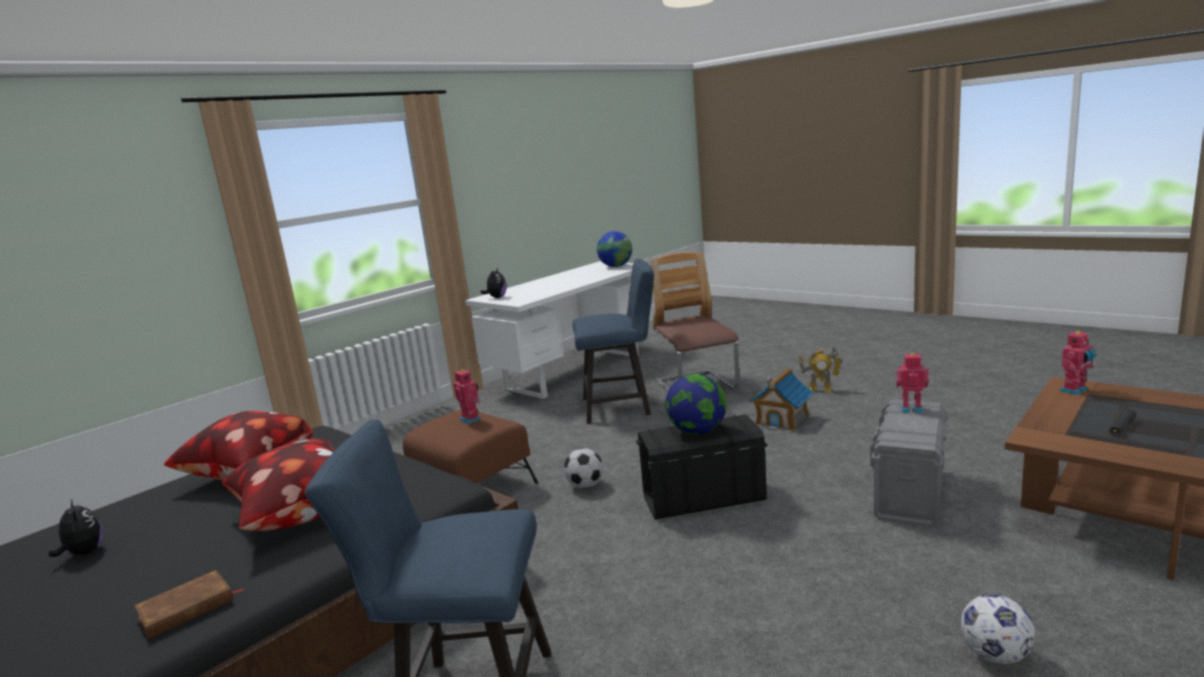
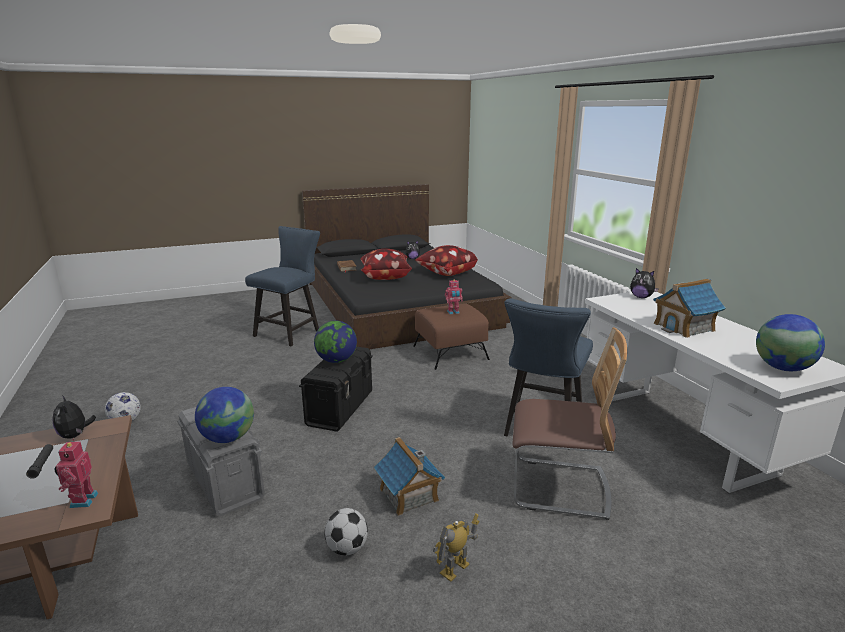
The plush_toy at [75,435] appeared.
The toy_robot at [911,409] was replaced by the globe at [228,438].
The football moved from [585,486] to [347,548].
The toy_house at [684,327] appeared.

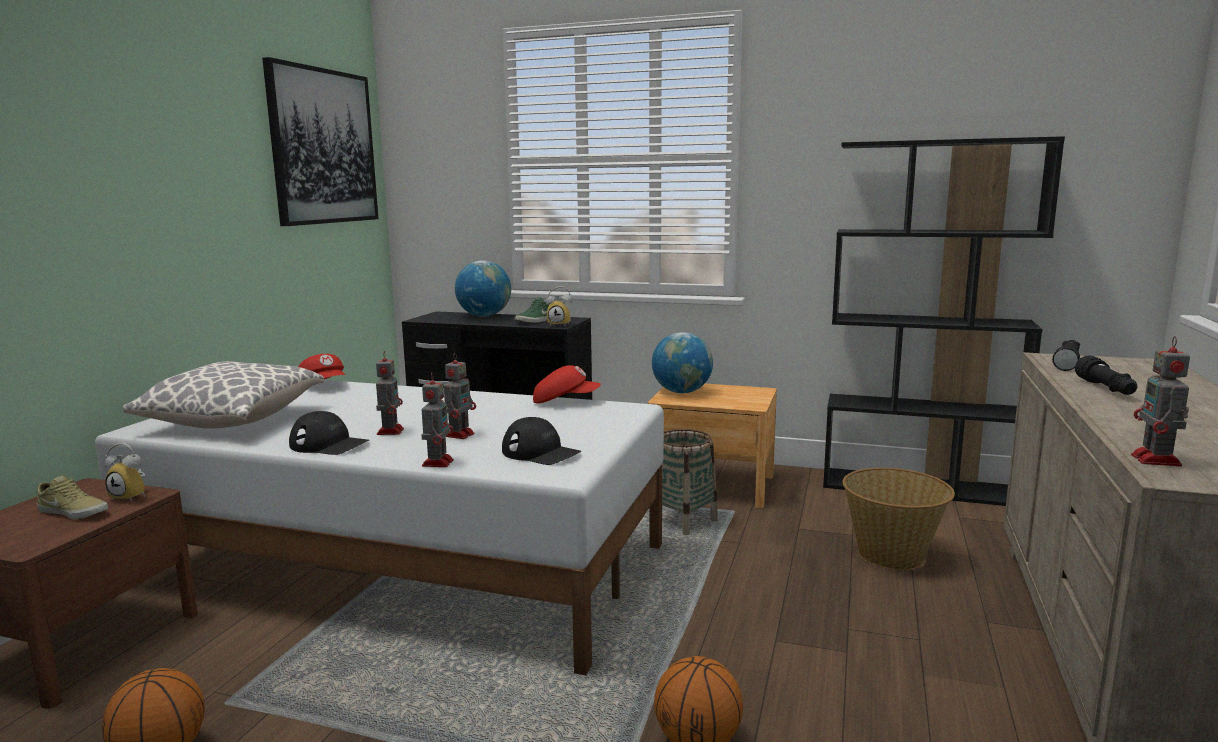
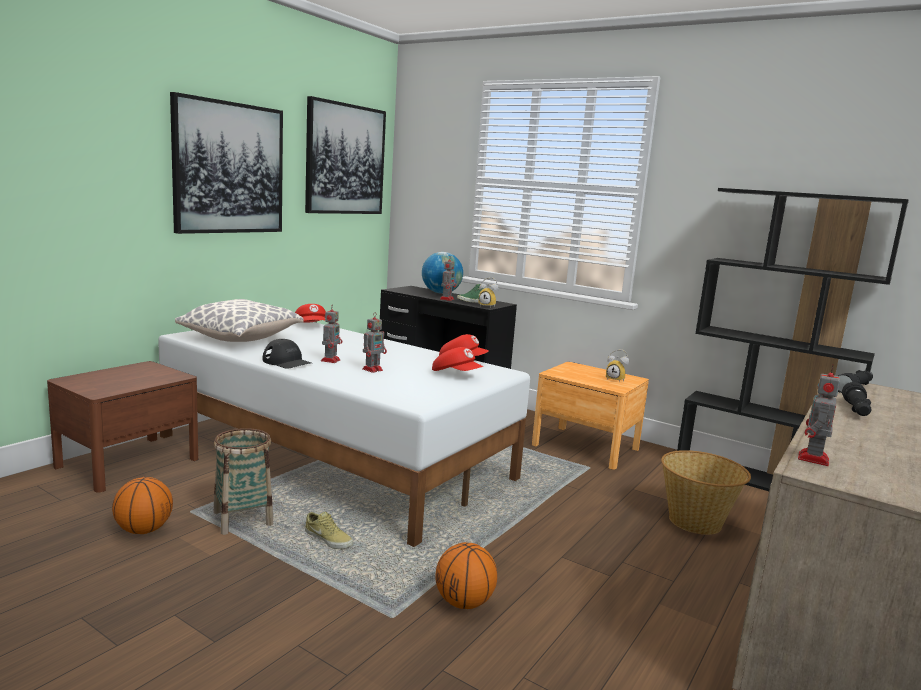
The picture at [229,168] appeared.
The basket moved from [683,521] to [242,519].
The beige_shoe moved from [75,511] to [329,539].
The red_cap at [456,374] appeared.
The toy_robot moved from [438,462] to [447,299].
The alarm_clock moved from [133,496] to [616,380].
The black_cap at [541,453] disappeared.
The globe at [682,392] disappeared.

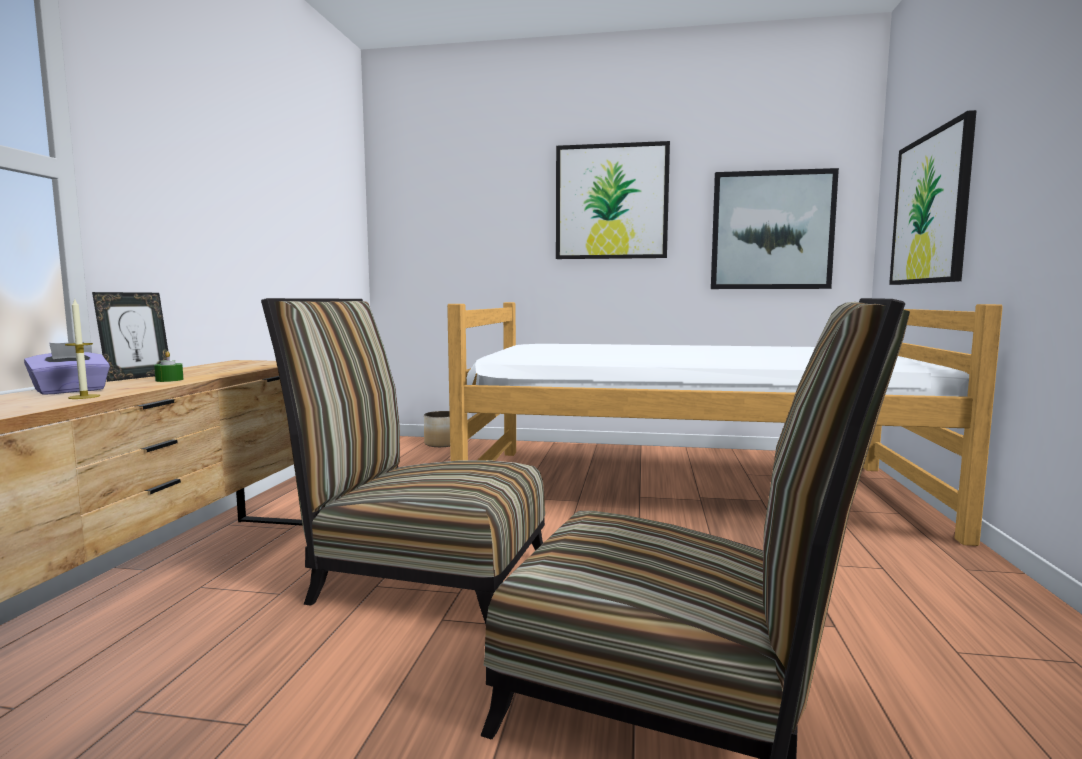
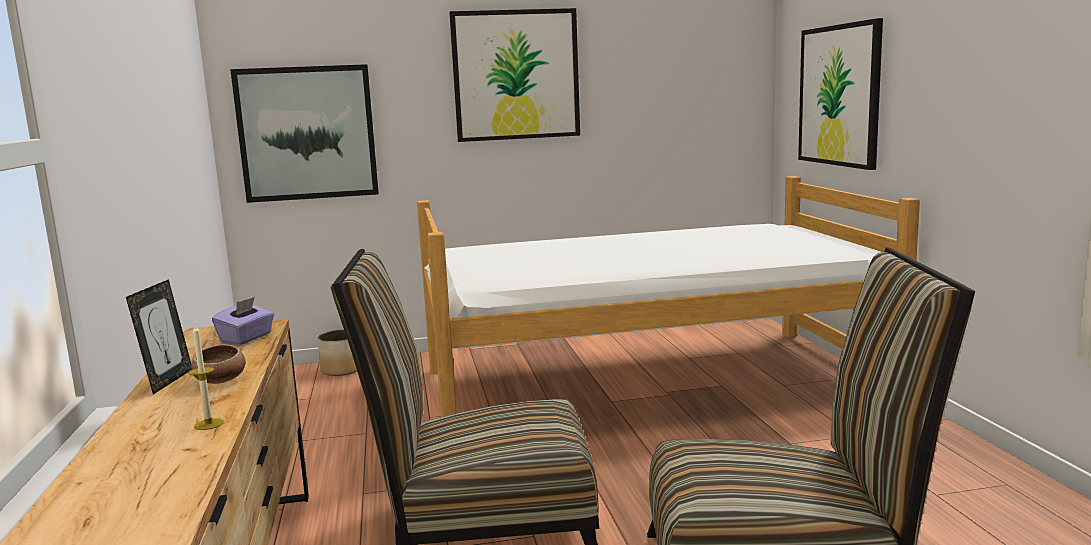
The green_candle at [169,380] was replaced by the bowl at [221,380].
The purple_tissue_box moved from [71,391] to [246,338].
The picture moved from [772,230] to [307,133].

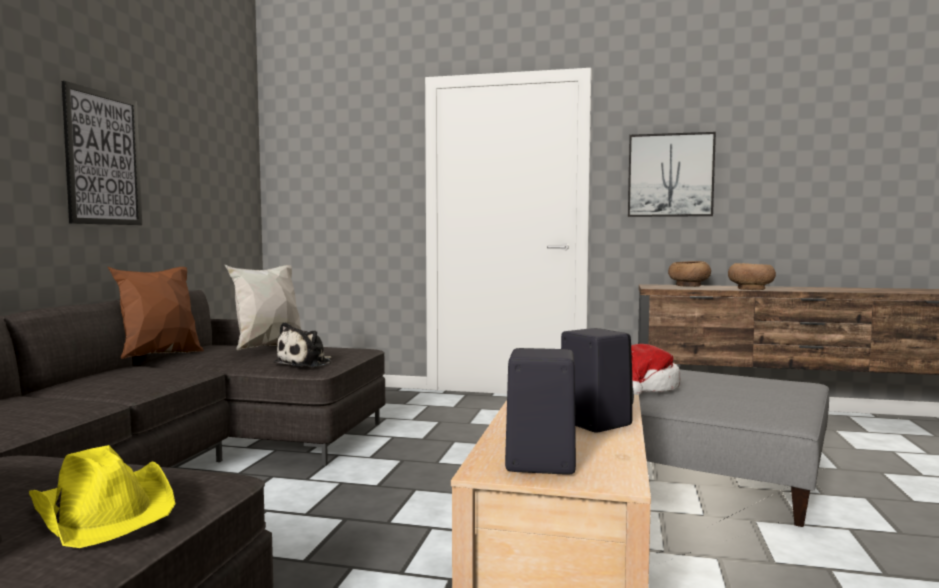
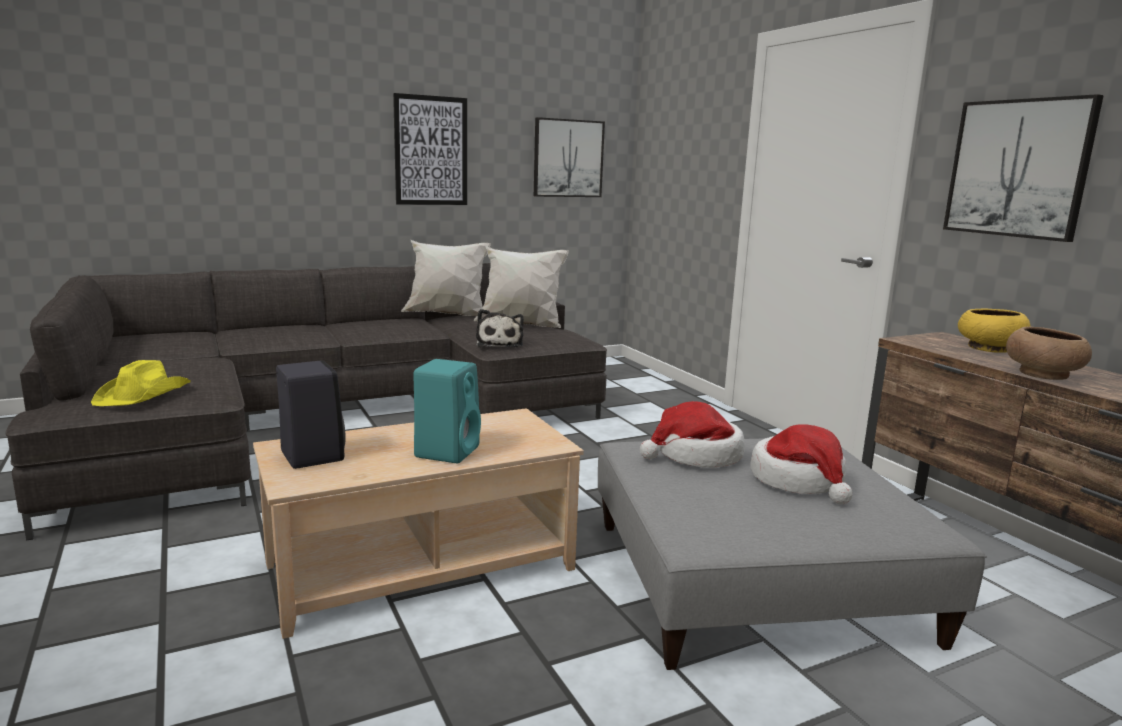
The brown_pillow at [160,357] became the white_pillow at [447,315].
The black_speaker at [592,422] became the turquoise_speaker at [447,451].
The plush_toy at [306,363] turned 90 degrees counterclockwise.
The picture at [568,158] appeared.
The hat at [799,481] appeared.
The brown_bowl at [688,286] became the yellow_bowl at [988,348].

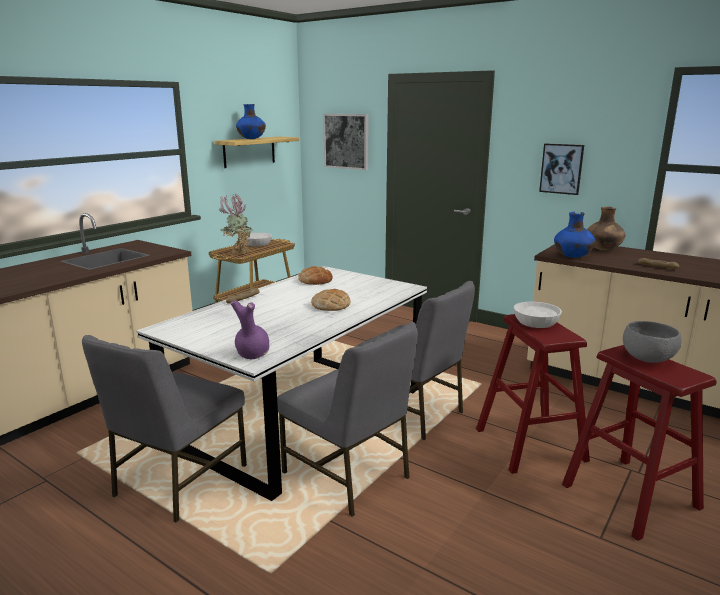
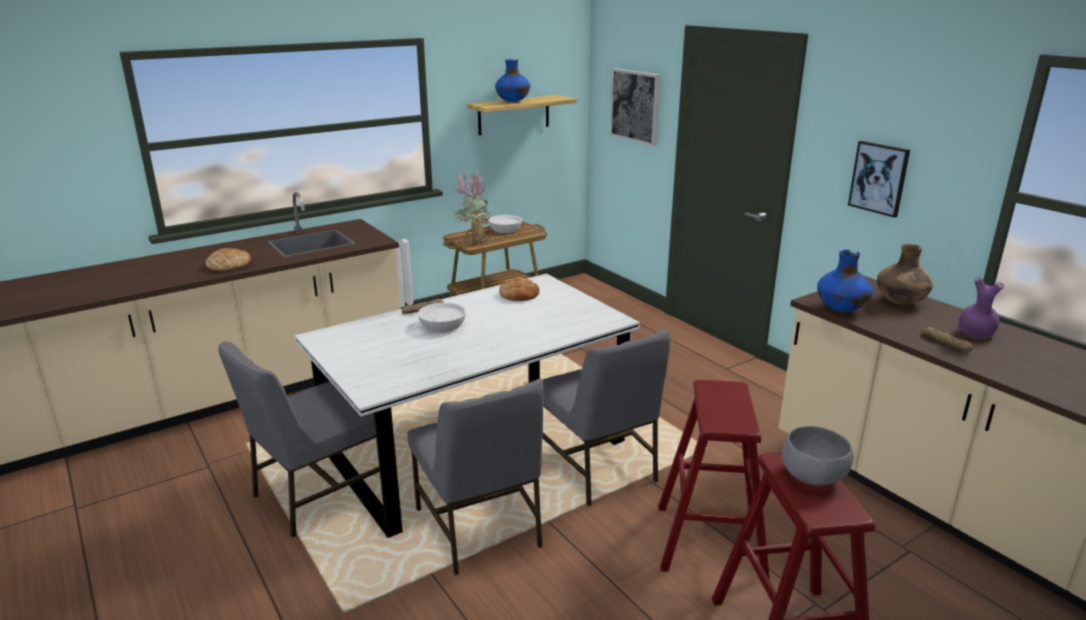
The bread moved from [331,305] to [228,265].
The white_bowl moved from [536,323] to [442,326].
The purple_vase moved from [251,355] to [974,334].

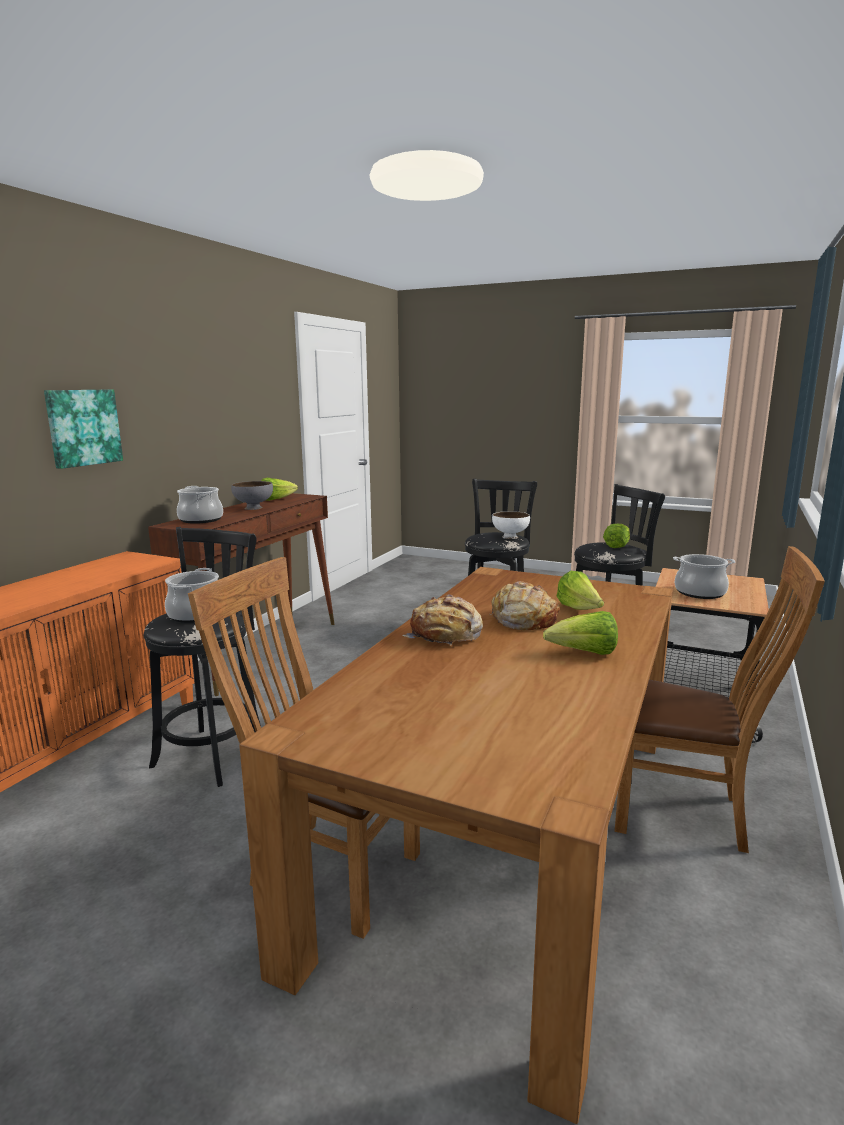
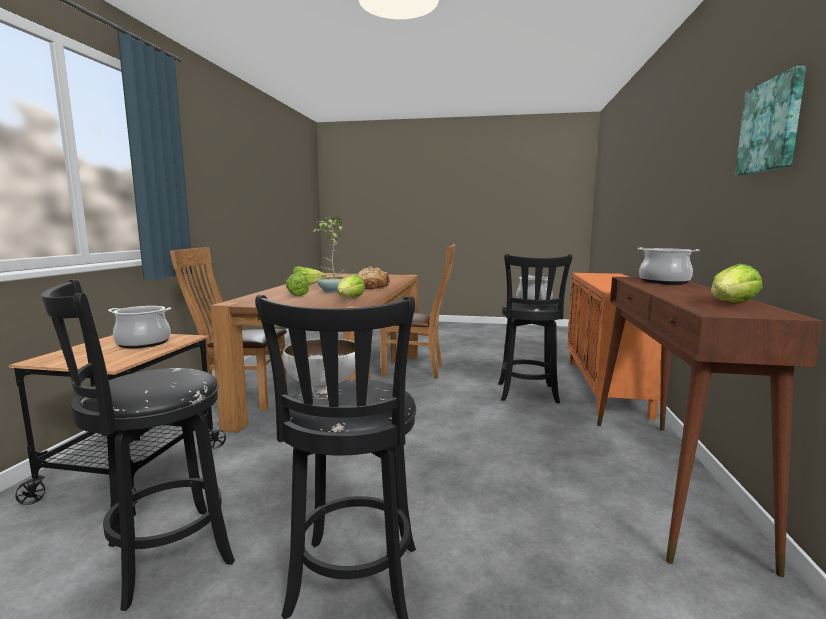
The bread at [522,619] was replaced by the potted_plant at [332,291].
The lettuce moved from [617,546] to [350,299].
The picture moved from [83,427] to [772,126].
The grey_bowl at [254,508] disappeared.

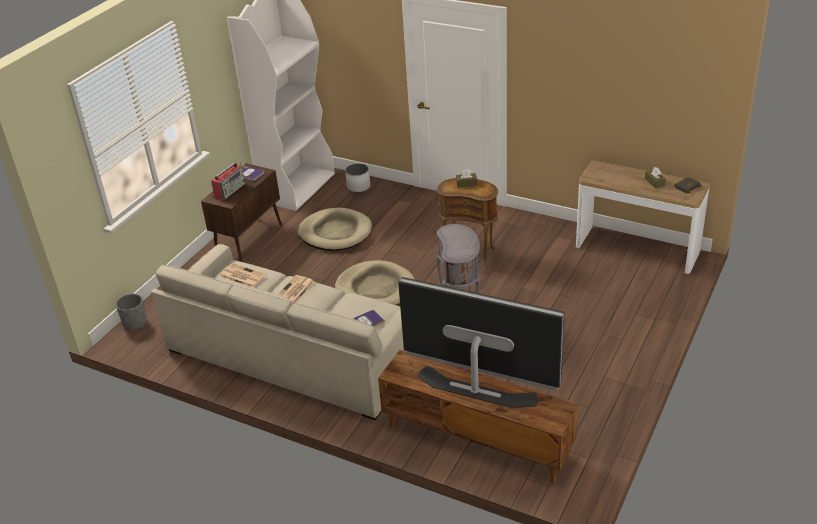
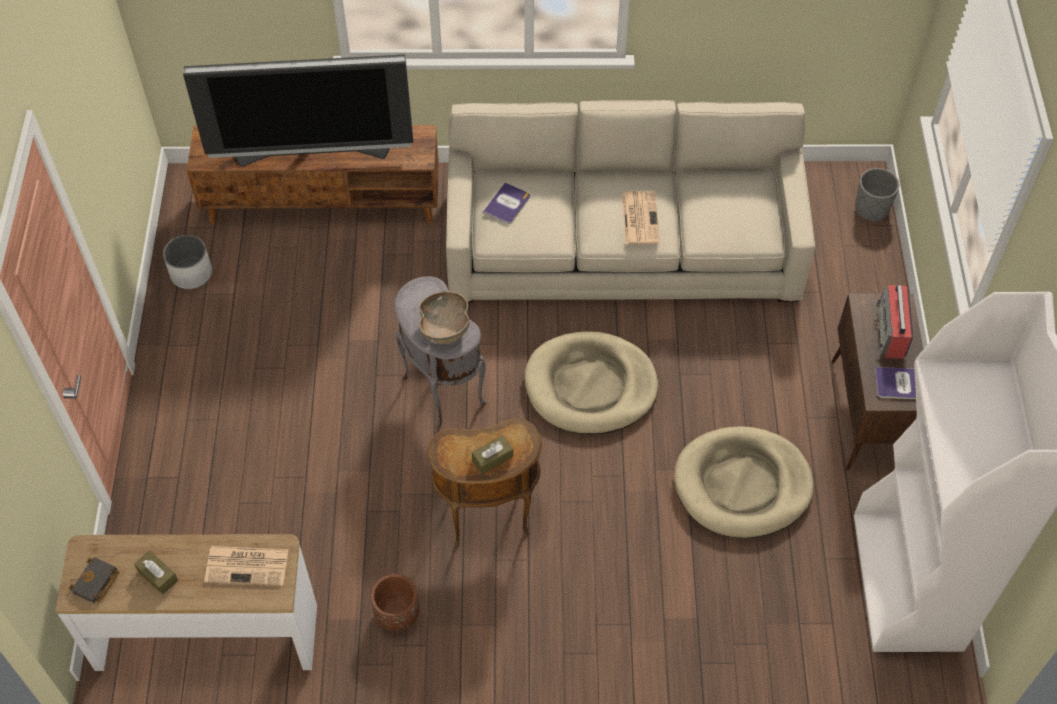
The white_planter moved from [358,186] to [191,274].
The newspaper moved from [242,276] to [248,565].
The brown_planter at [397,614] appeared.
The brown_bowl at [445,328] appeared.

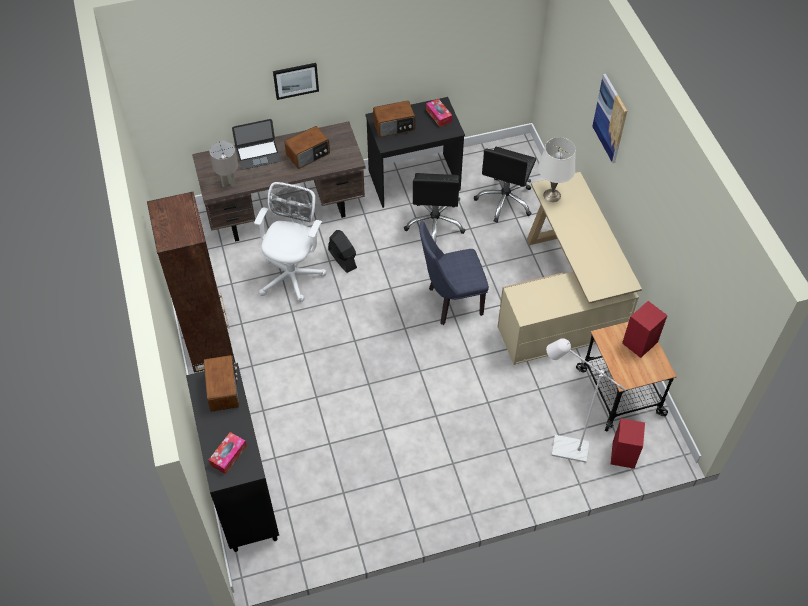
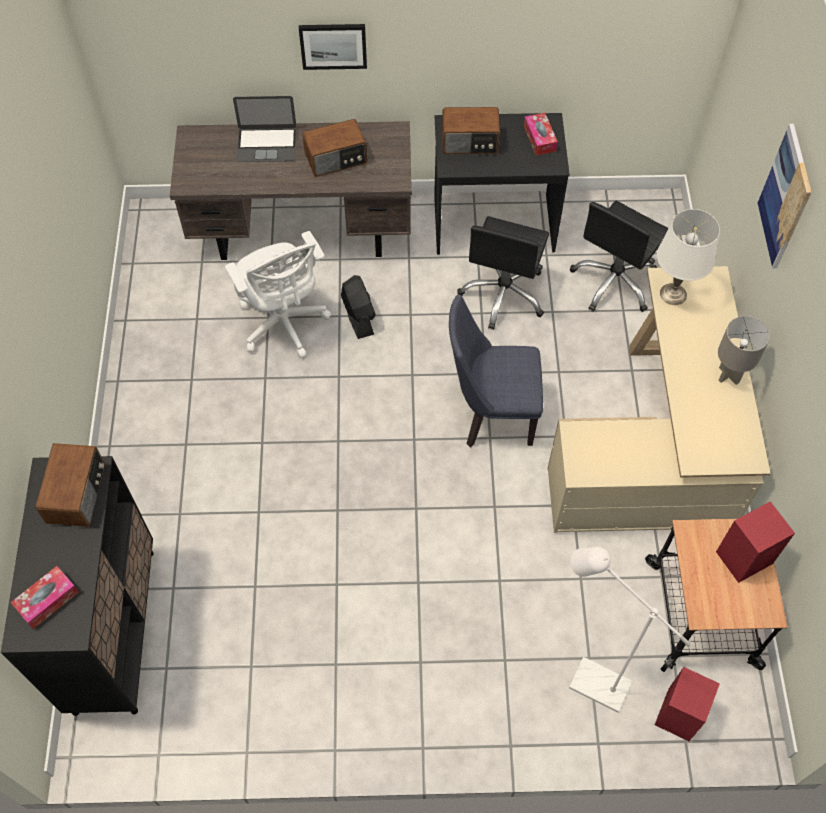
The white_office_chair at [293,274] turned 120 degrees clockwise.
The grey_table_lamp moved from [229,182] to [729,375].
The brown_bookcase at [209,343] disappeared.

